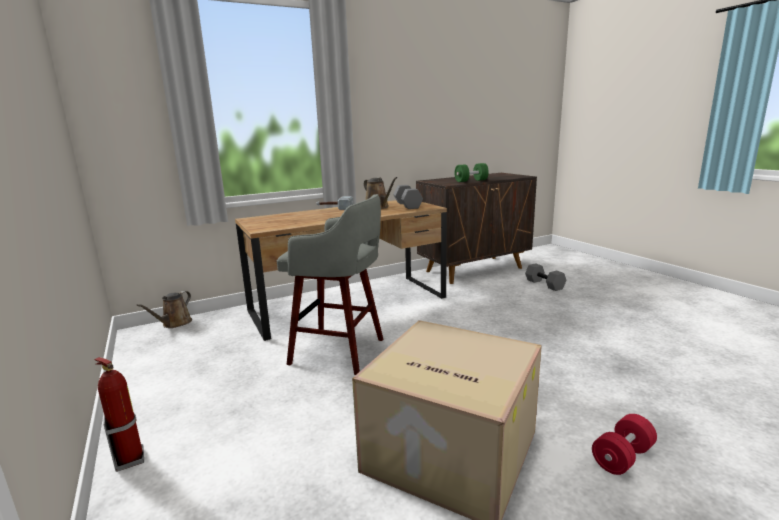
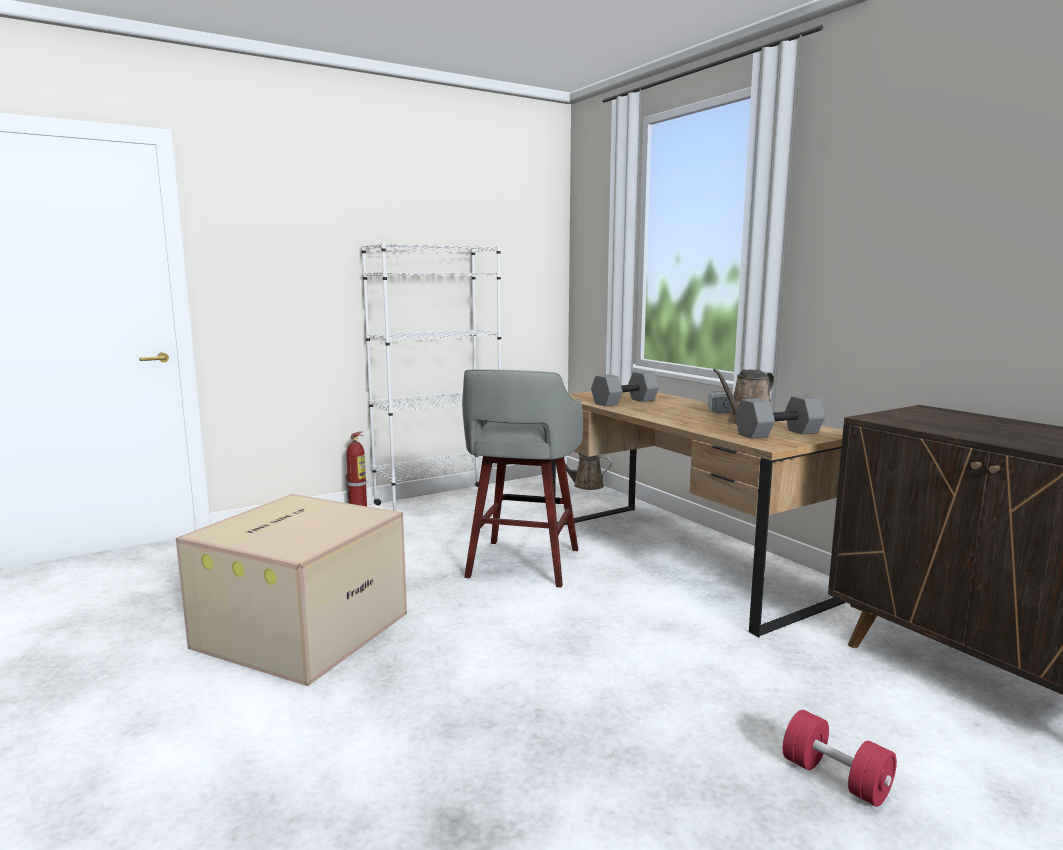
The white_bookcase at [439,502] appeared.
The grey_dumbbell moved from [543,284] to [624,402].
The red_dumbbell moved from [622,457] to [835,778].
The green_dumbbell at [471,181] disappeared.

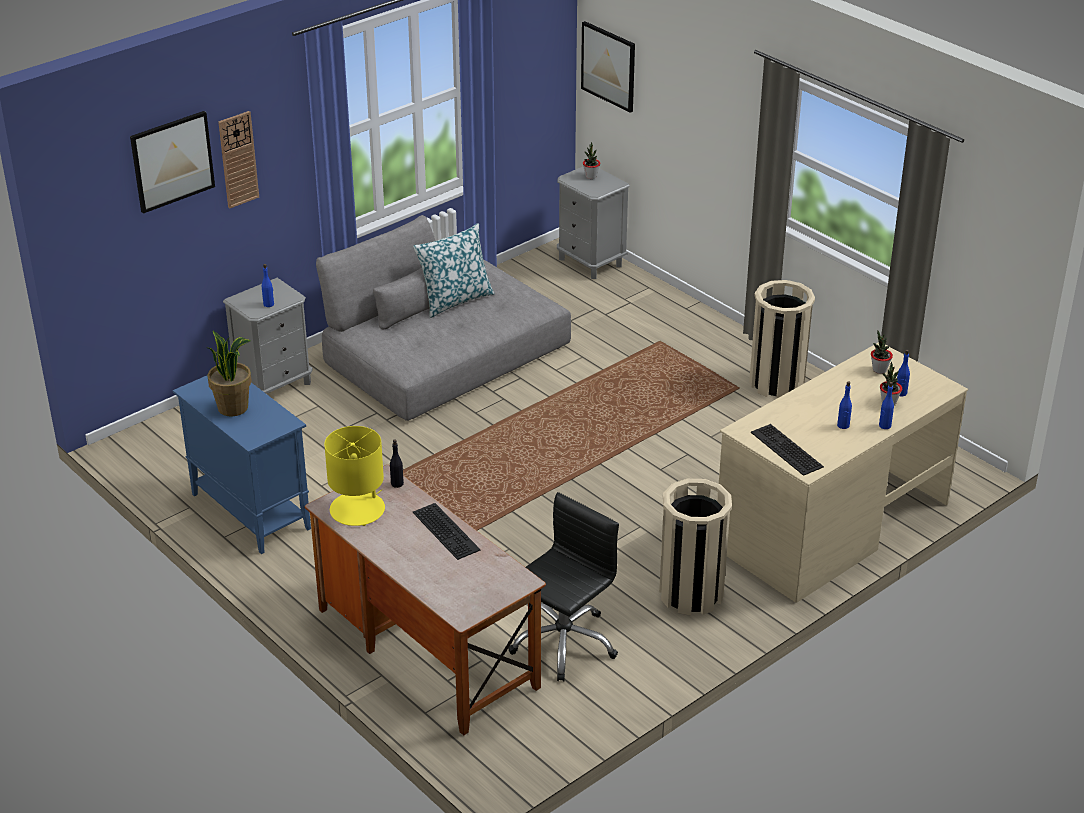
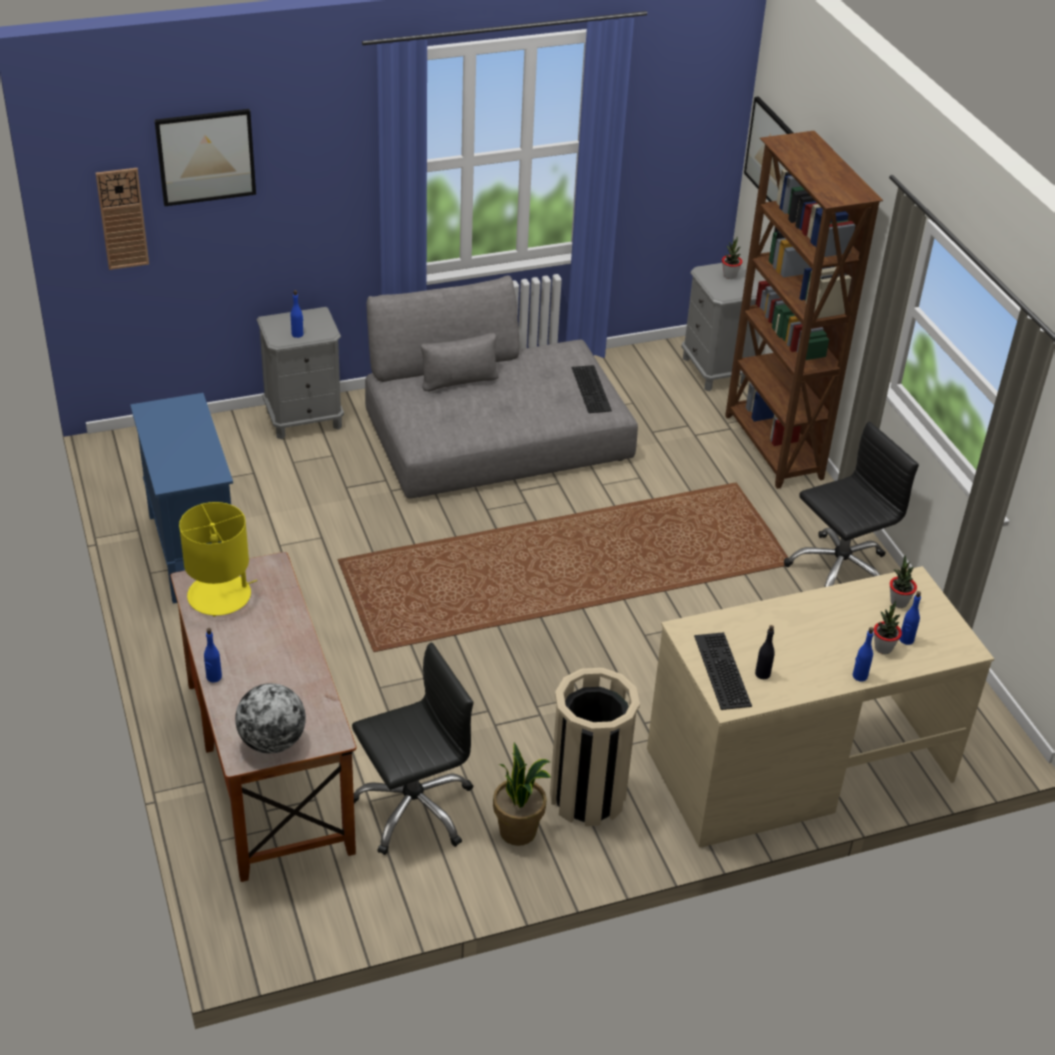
The wall_clock moved from [238,159] to [122,218].
The blue_bottle moved from [843,425] to [214,677].
The globe at [272,742] appeared.
The potted_plant moved from [233,407] to [518,831].
The keyboard moved from [448,531] to [593,389].
The brown_bookcase at [772,448] appeared.
The black_bottle moved from [397,483] to [762,674].
The beige_trash_can at [777,382] was replaced by the black_office_chair at [839,570].
The pillow at [455,300] disappeared.

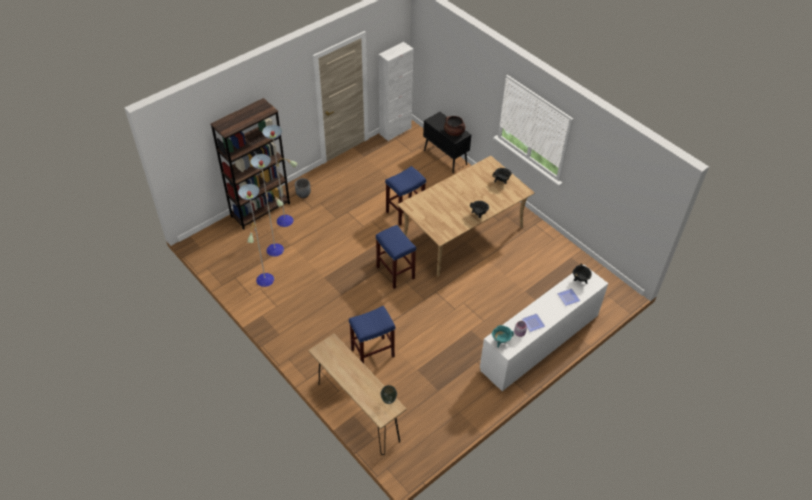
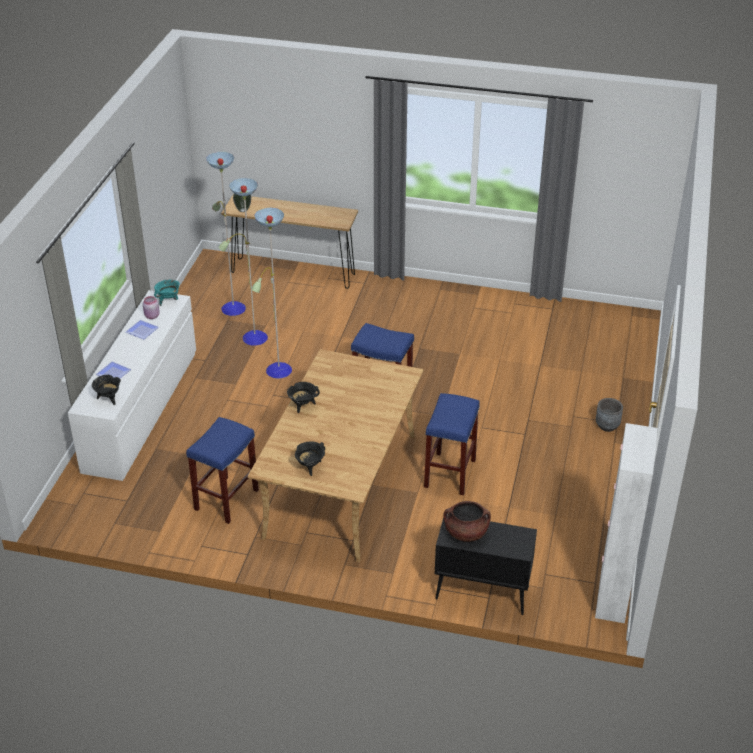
The blue_stool moved from [372,353] to [226,499].
The floor_lamp moved from [276,250] to [253,338].
The brown_bookcase at [260,210] disappeared.

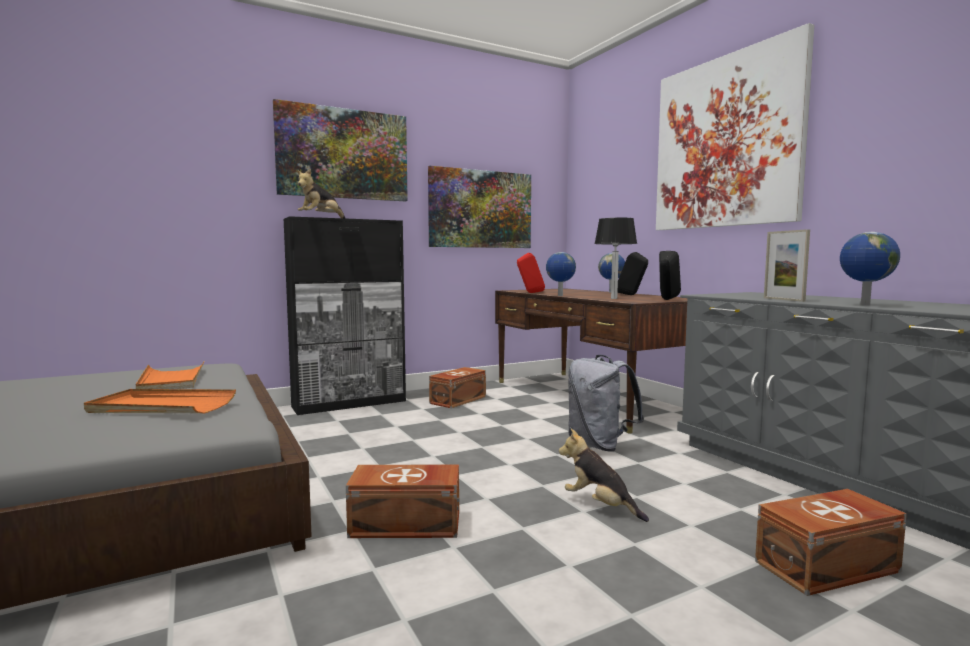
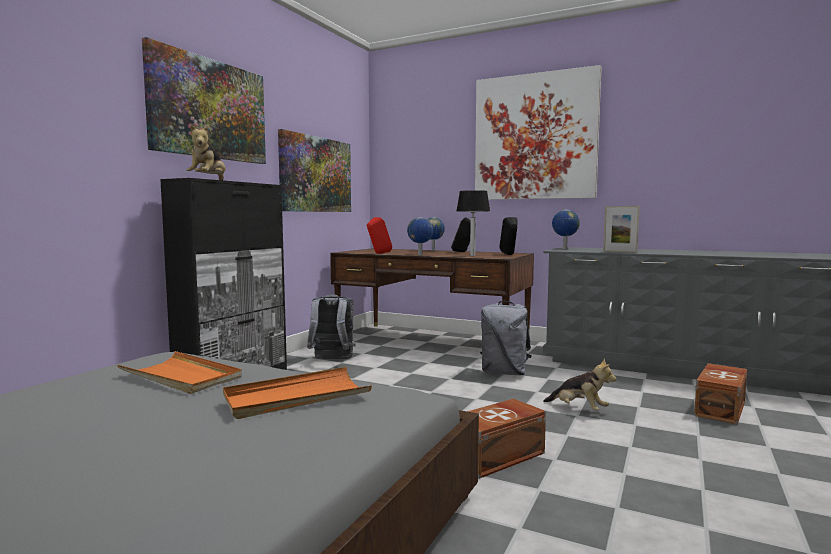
The brown_storage_box at [457,400] was replaced by the grey_backpack at [332,360].
The plush_toy at [600,506] turned 150 degrees counterclockwise.
The globe moved from [864,305] to [564,248].

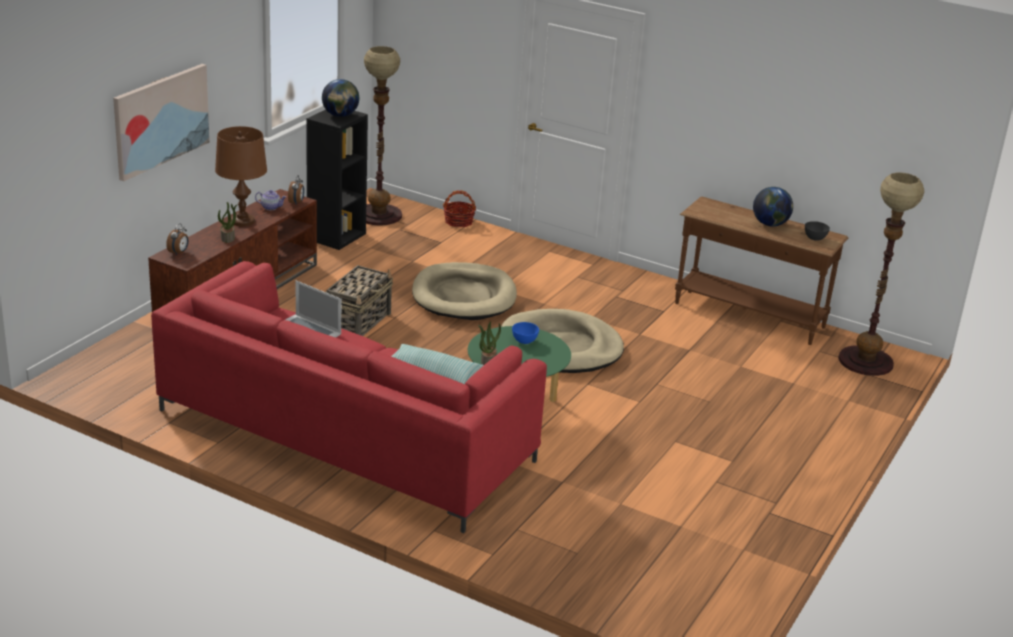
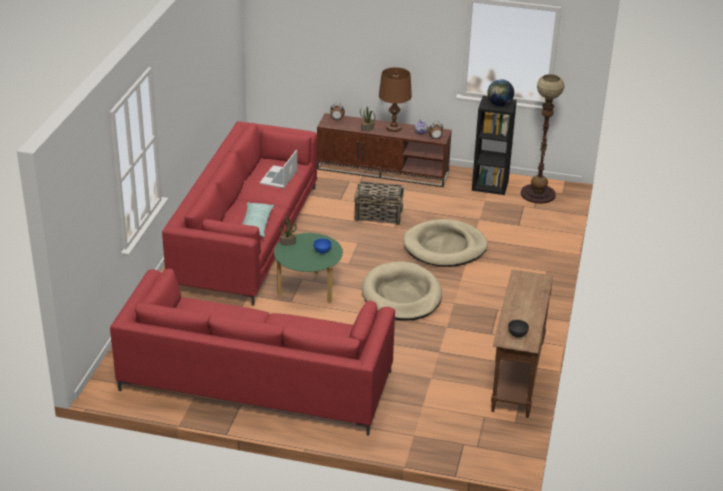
The red_sofa at [256,380] appeared.
The picture at [160,120] disappeared.
The basket at [458,222] disappeared.
The globe at [770,224] disappeared.
The floor_lamp at [866,361] disappeared.

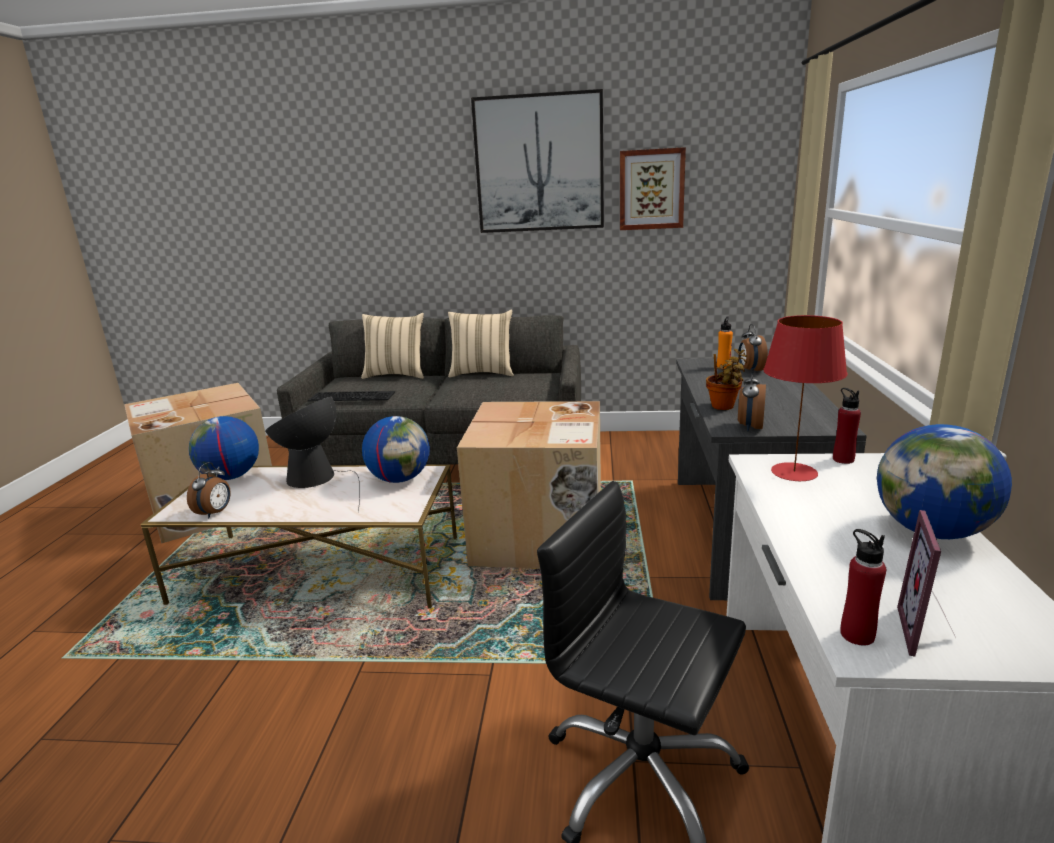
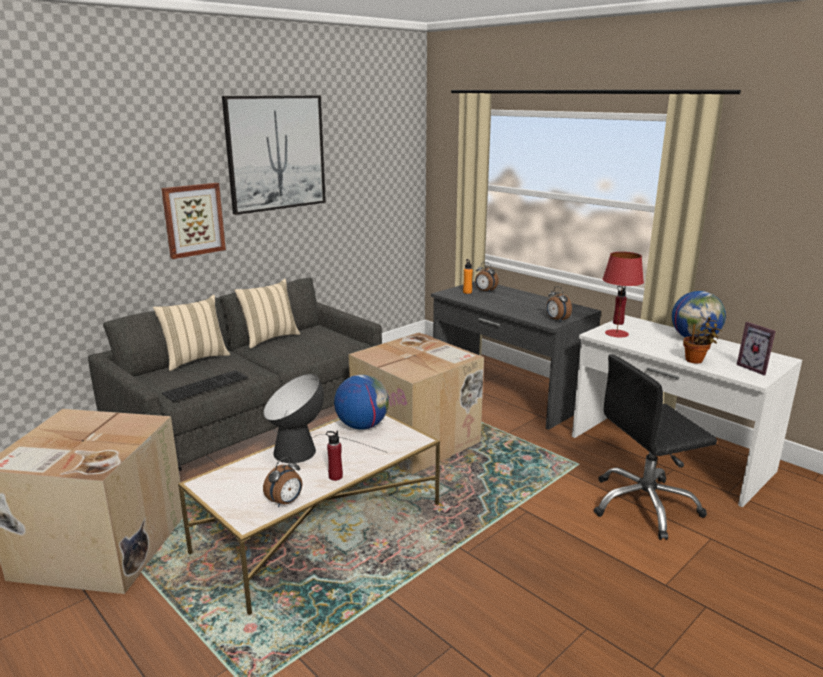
The picture moved from [651,189] to [193,220].
The alarm_clock at [215,513] turned 75 degrees clockwise.
The red_bottle moved from [857,635] to [335,476].
The potted_plant moved from [724,407] to [696,360].
The globe at [230,477] disappeared.

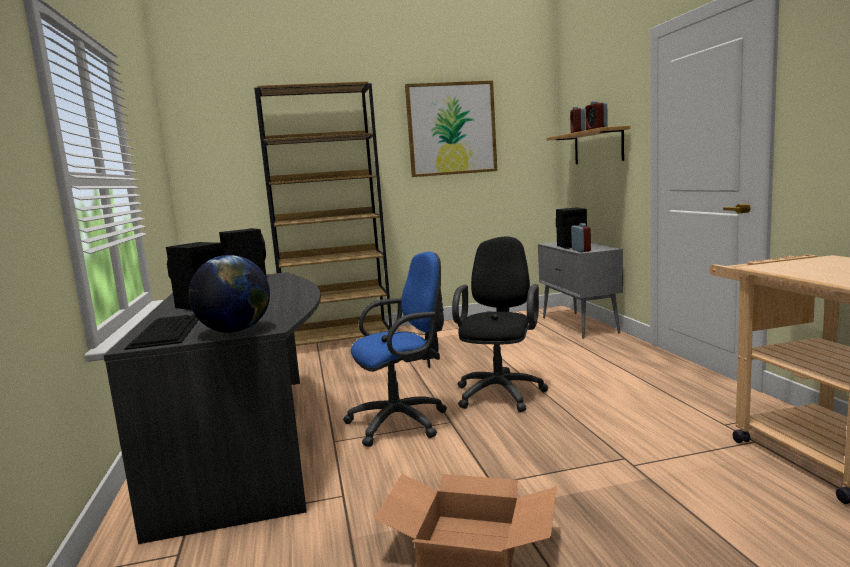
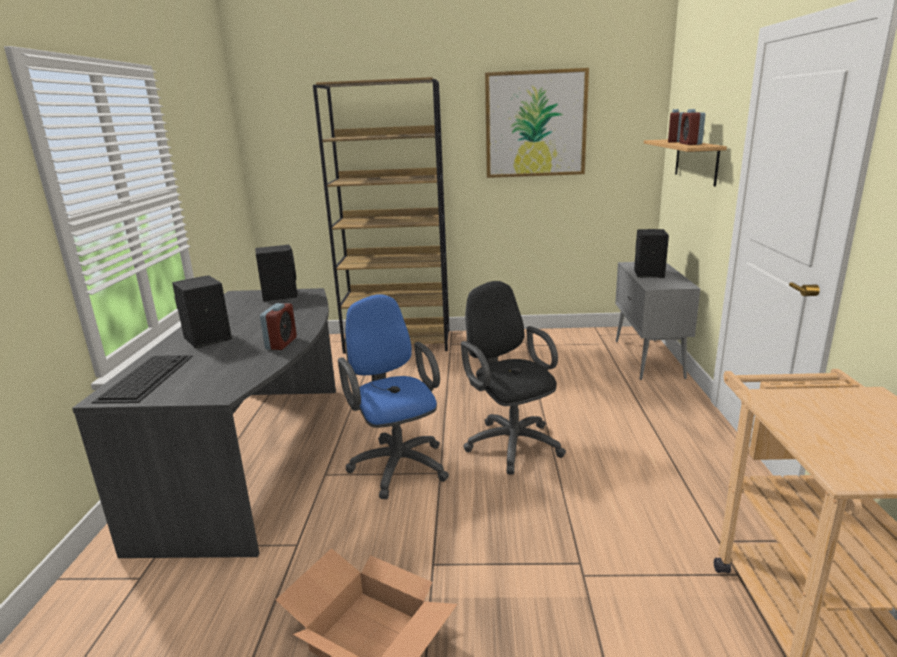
The alarm_clock moved from [581,250] to [281,343].
The blue_office_chair at [403,422] turned 105 degrees counterclockwise.
The black_office_chair at [501,392] turned 60 degrees counterclockwise.
The globe at [235,331] disappeared.

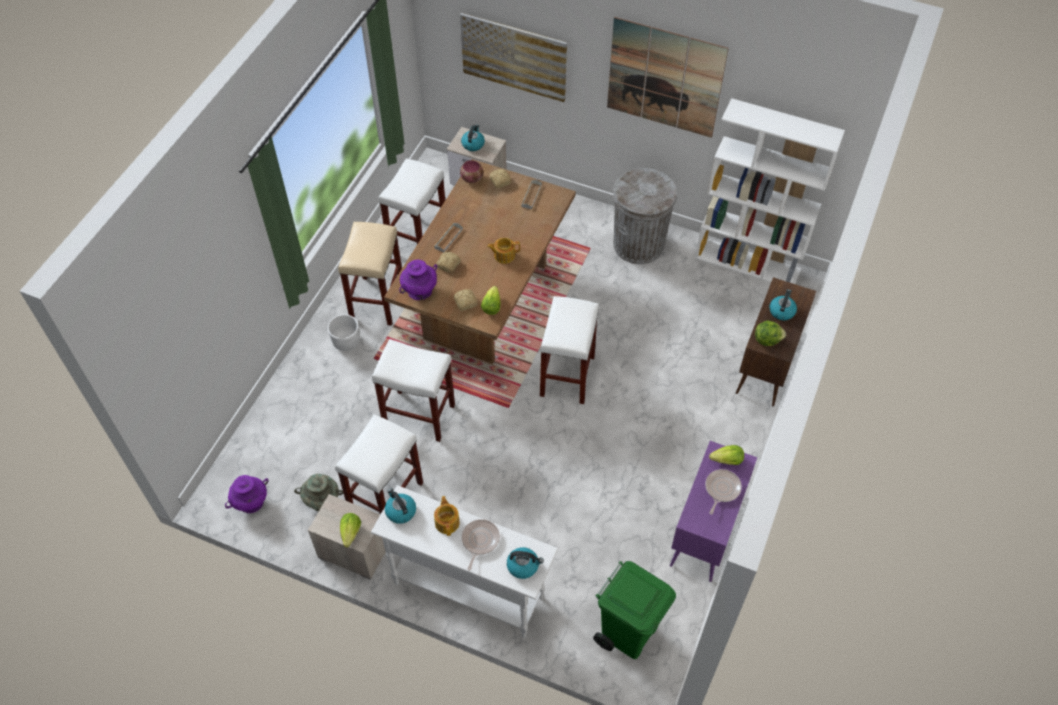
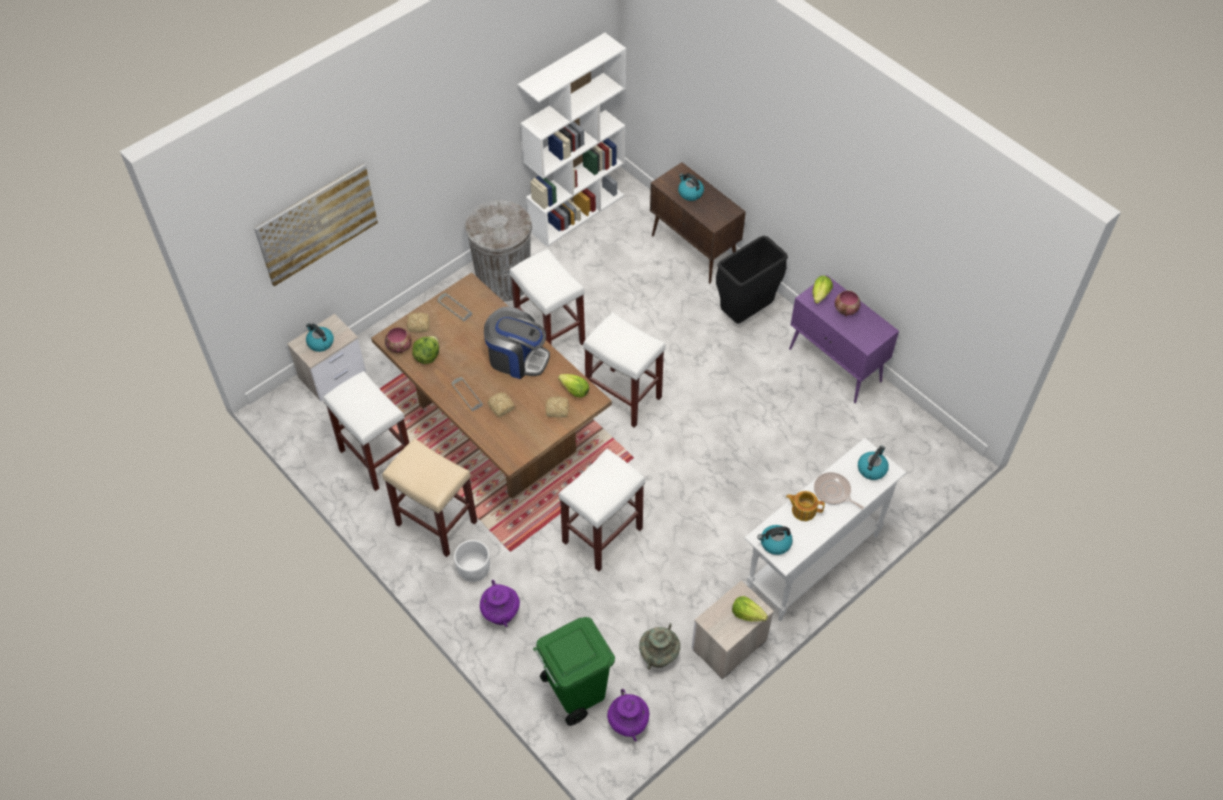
The lettuce moved from [767,339] to [427,356].
The purple_vase moved from [420,290] to [500,612].
The teapot at [504,255] was replaced by the coffee_machine at [517,358].
The white_stool moved from [386,498] to [551,335].
The green_trash_can moved from [628,632] to [575,692].
The black_trash_can at [746,314] appeared.
The frying_pan at [721,489] was replaced by the bowl at [846,310].
The picture at [665,78] disappeared.

